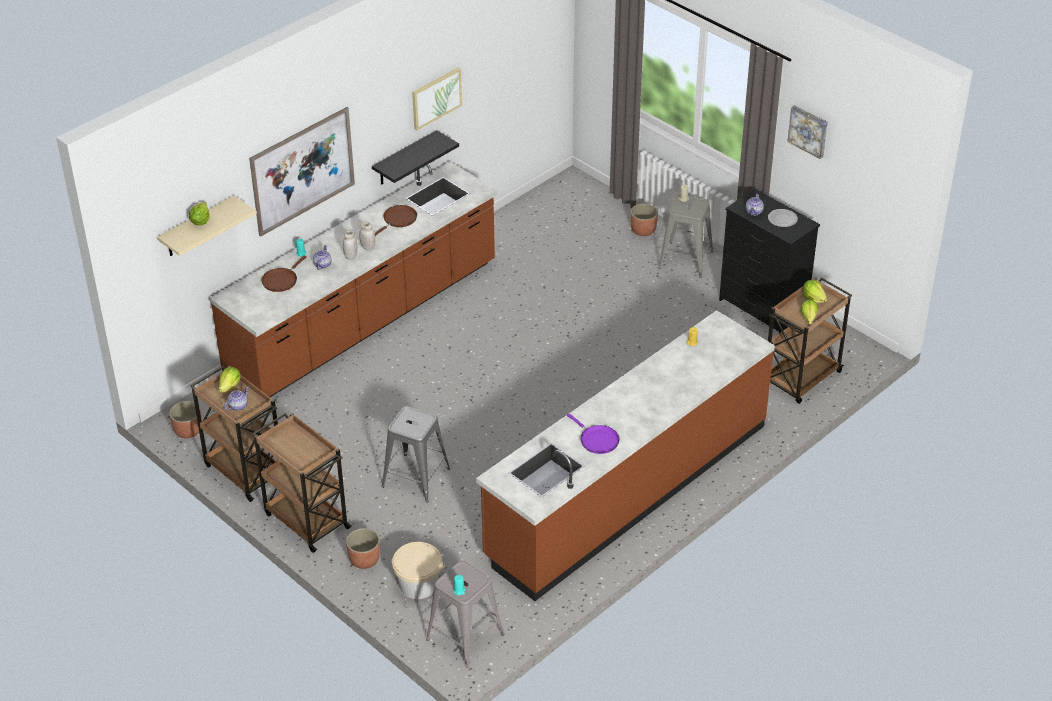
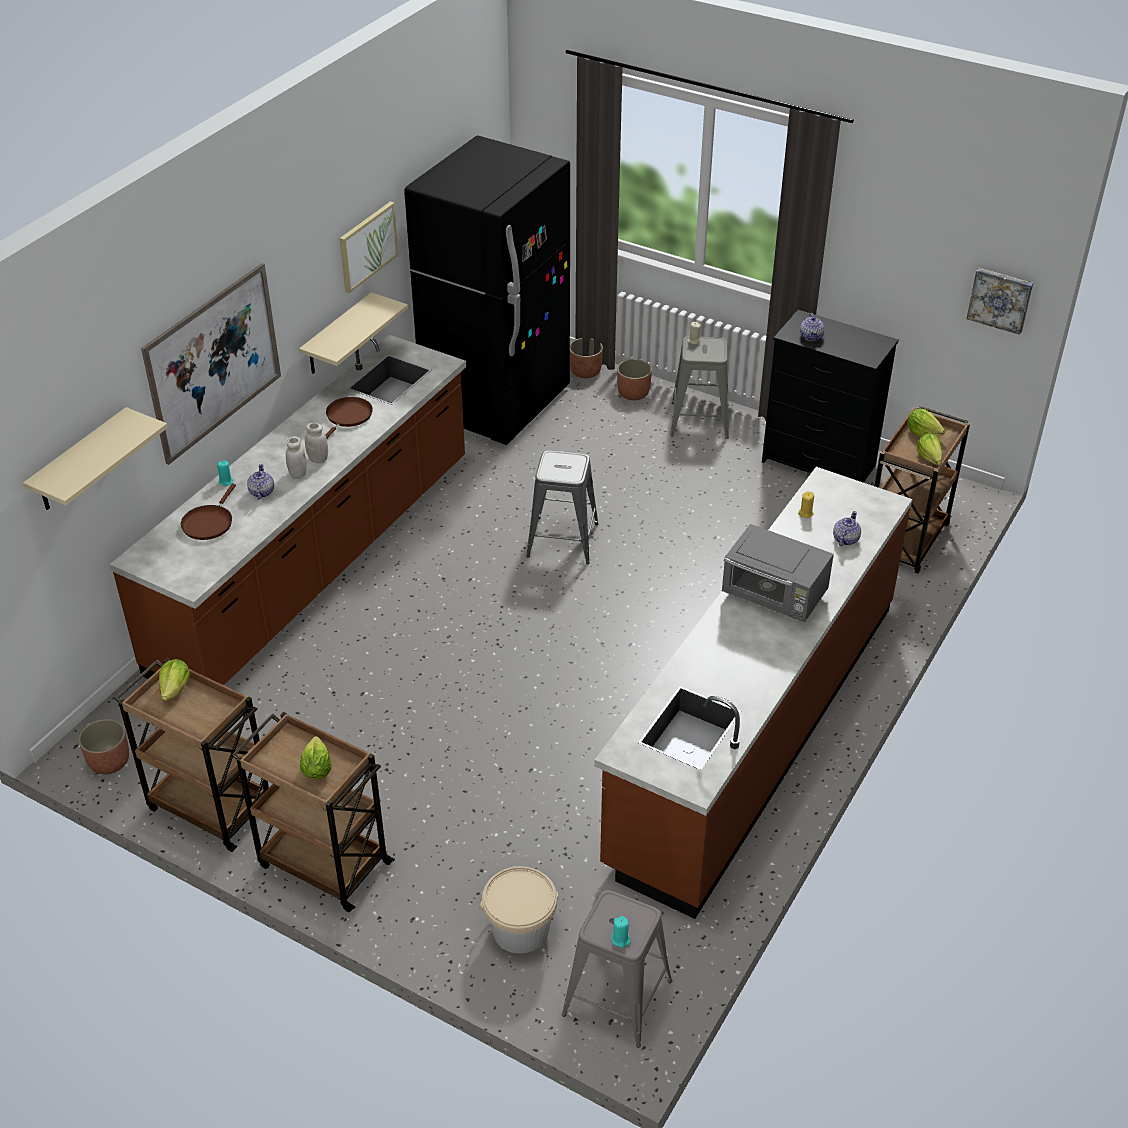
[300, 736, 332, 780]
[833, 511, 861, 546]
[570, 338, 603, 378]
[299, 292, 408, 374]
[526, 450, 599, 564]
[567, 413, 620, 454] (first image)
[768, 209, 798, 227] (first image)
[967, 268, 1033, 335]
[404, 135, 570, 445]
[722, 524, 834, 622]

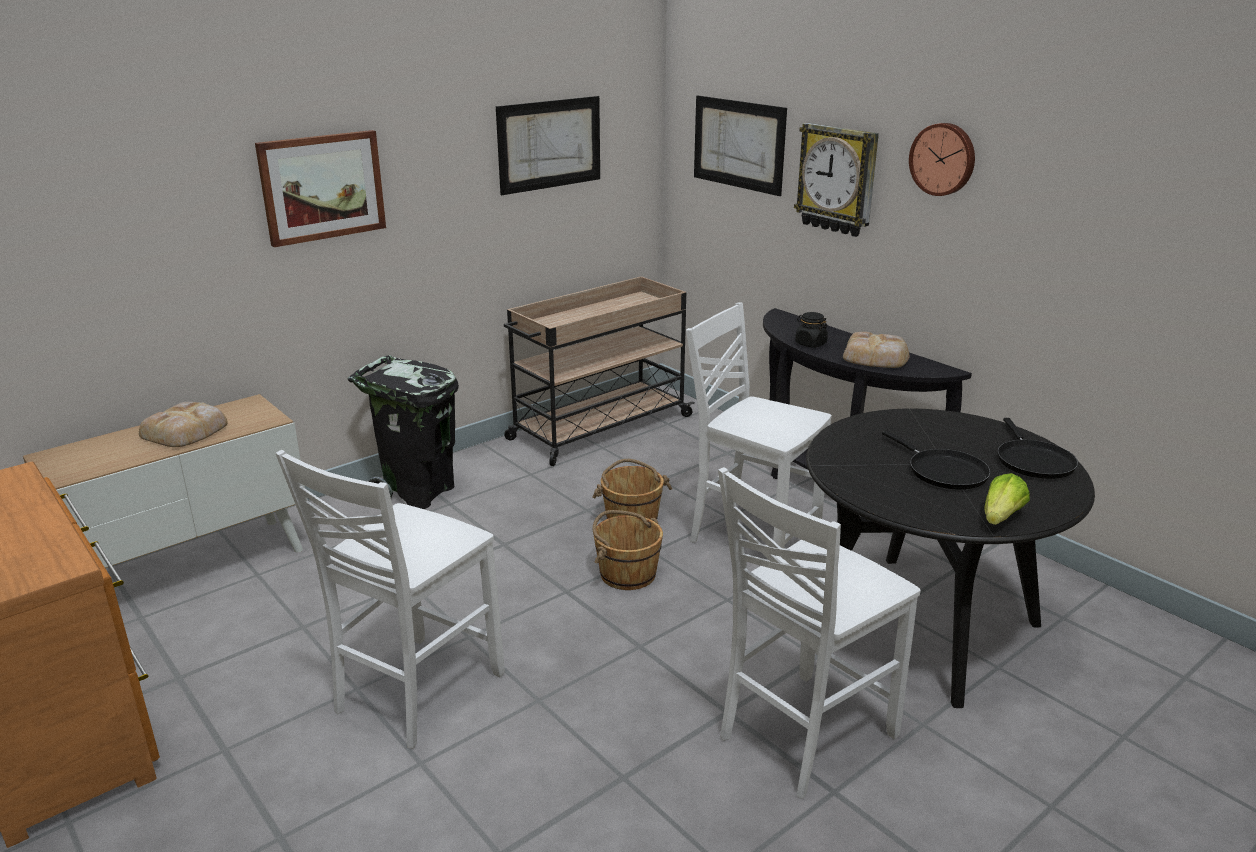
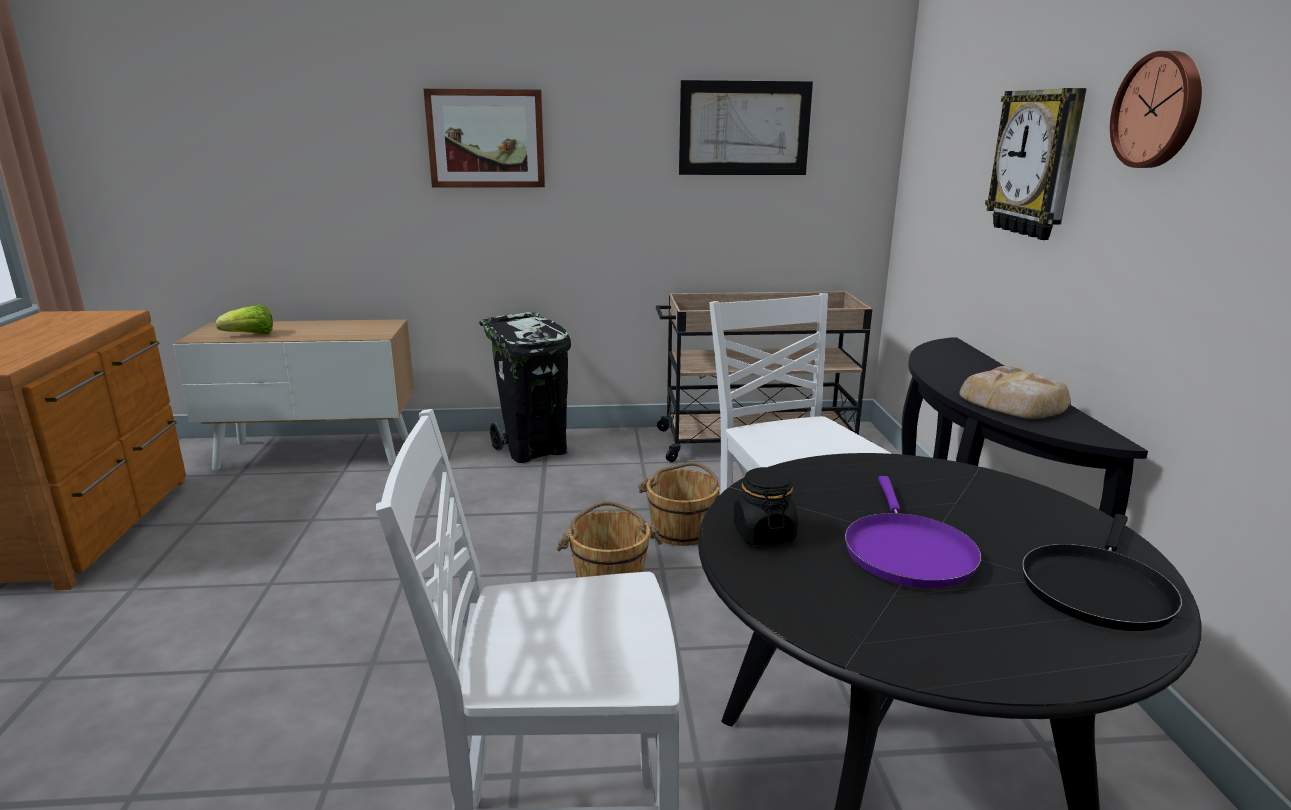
[139, 402, 228, 447] (first image)
[275, 450, 505, 749] (first image)
[694, 95, 787, 196] (first image)
[733, 467, 798, 545]
[845, 476, 981, 588]
[216, 305, 273, 334]

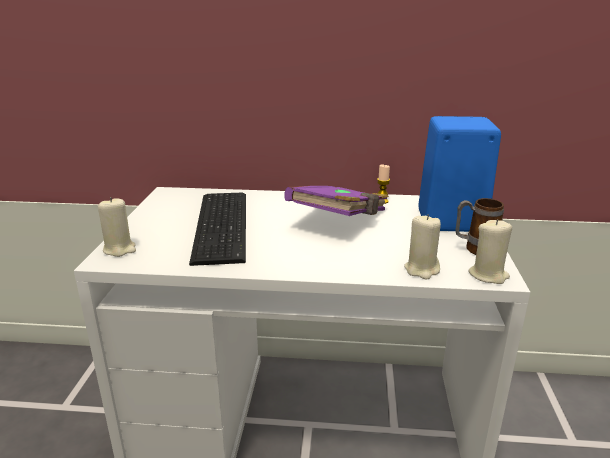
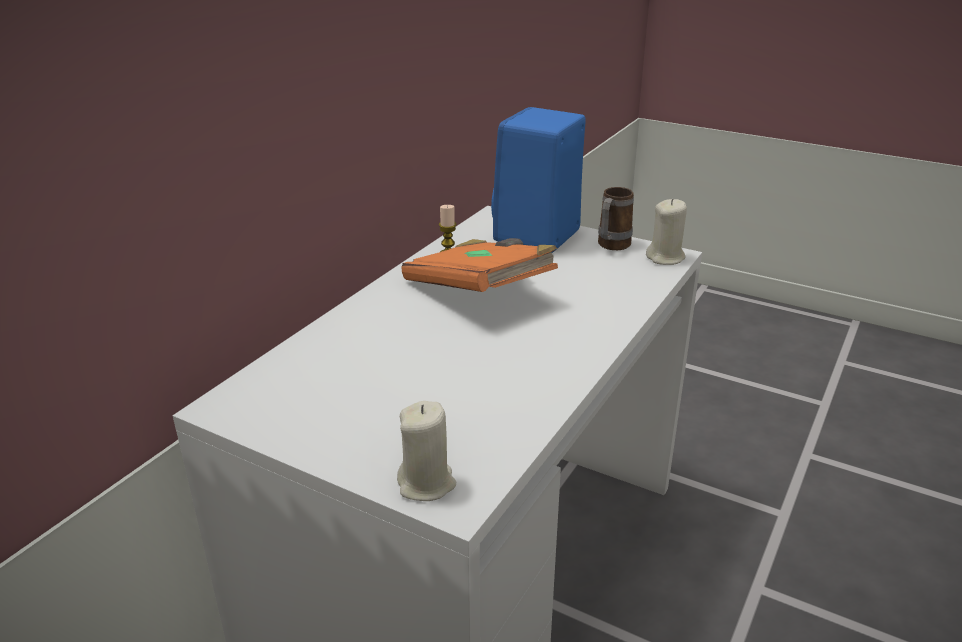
[189, 192, 246, 266] (first image)
[401, 238, 558, 292]
[404, 214, 441, 280] (first image)

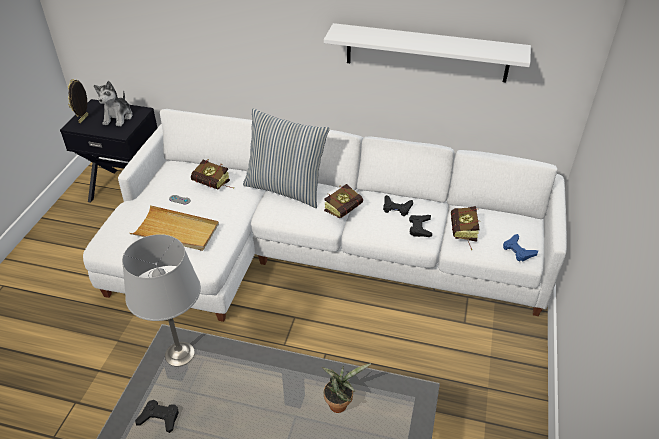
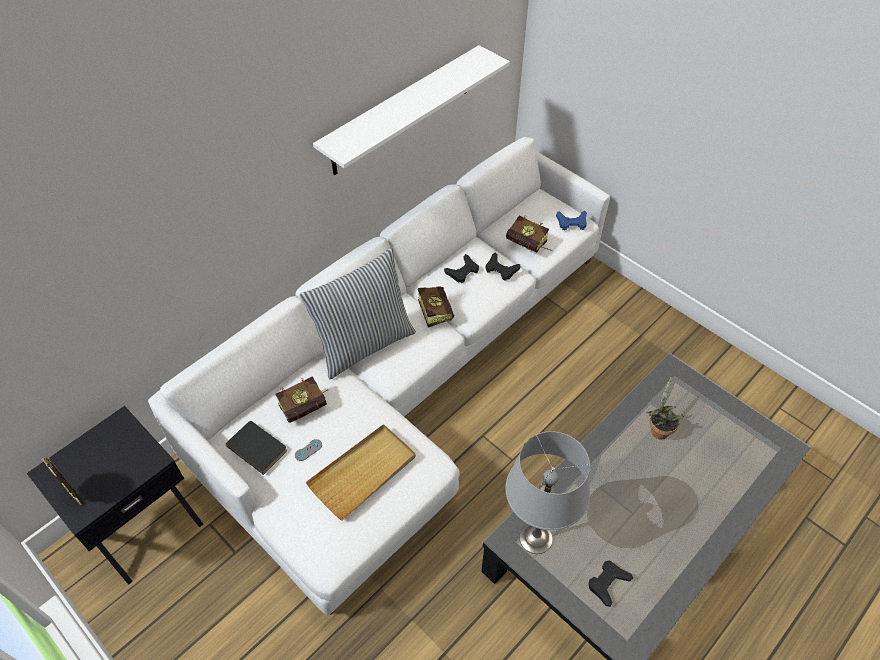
[94, 81, 133, 127] (first image)
[226, 421, 287, 475]

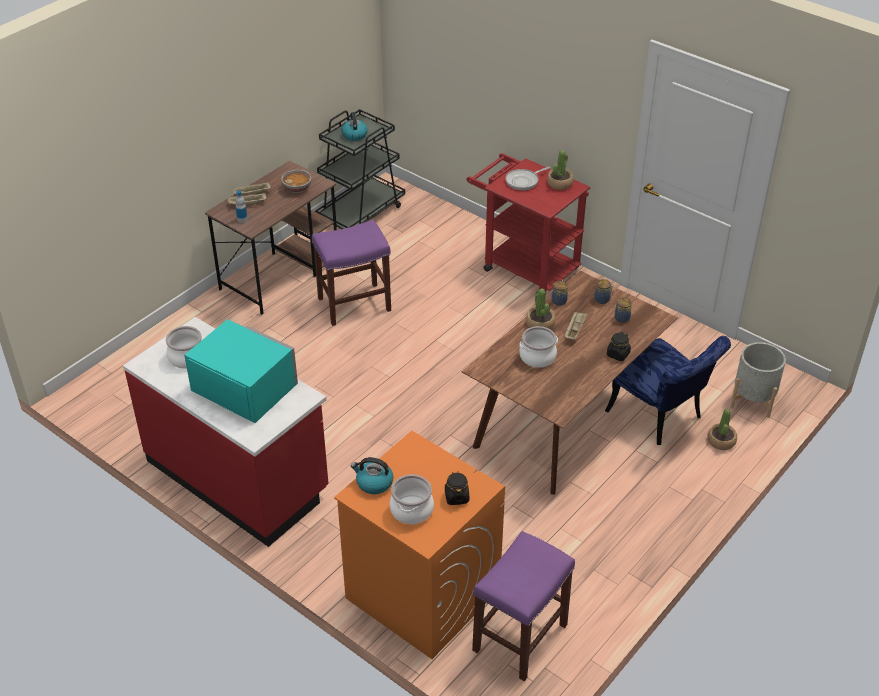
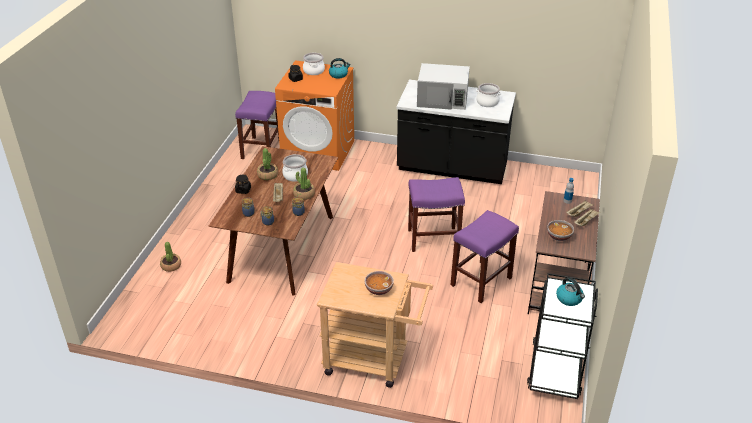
[396, 80, 516, 184]
[417, 63, 470, 110]
[317, 262, 433, 388]
[365, 271, 394, 295]
[257, 148, 278, 180]
[605, 336, 731, 445] (first image)
[730, 342, 786, 418] (first image)
[408, 177, 465, 252]

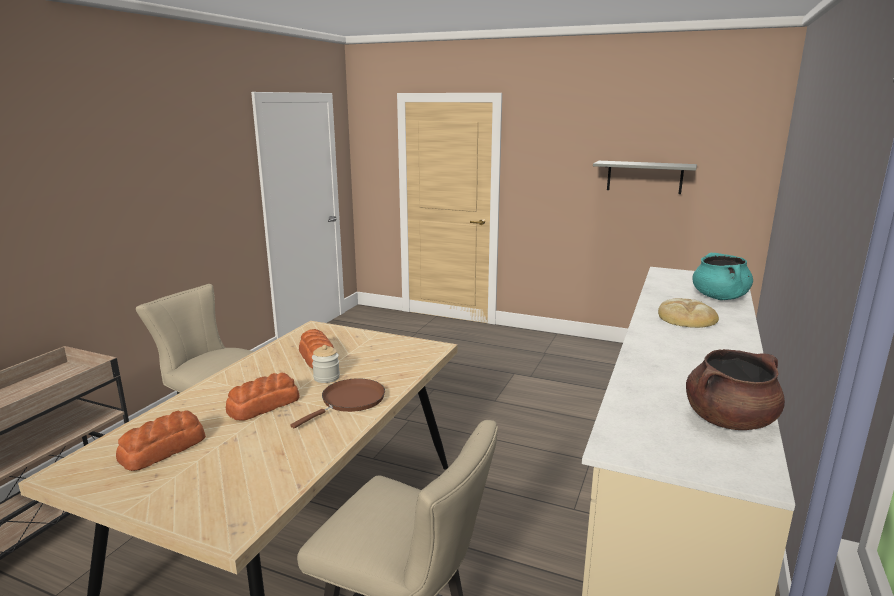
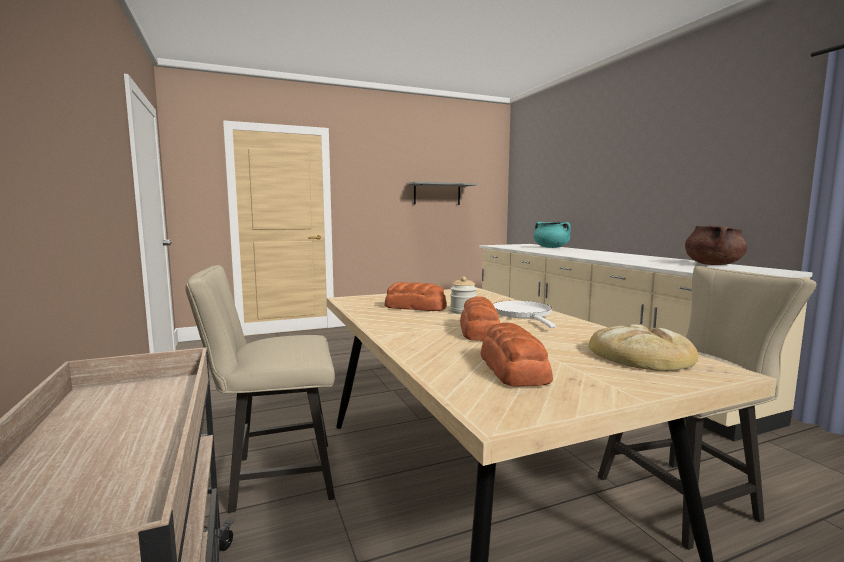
[493, 301, 556, 328]
[588, 325, 698, 371]

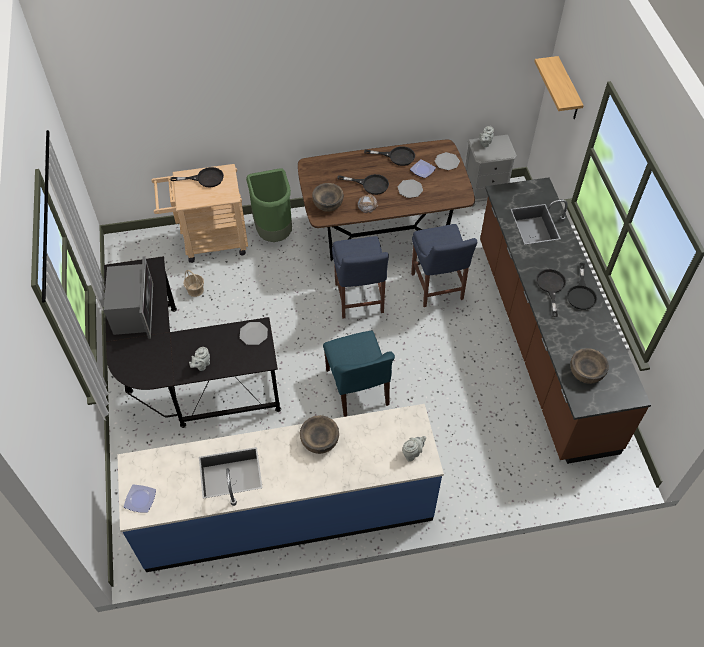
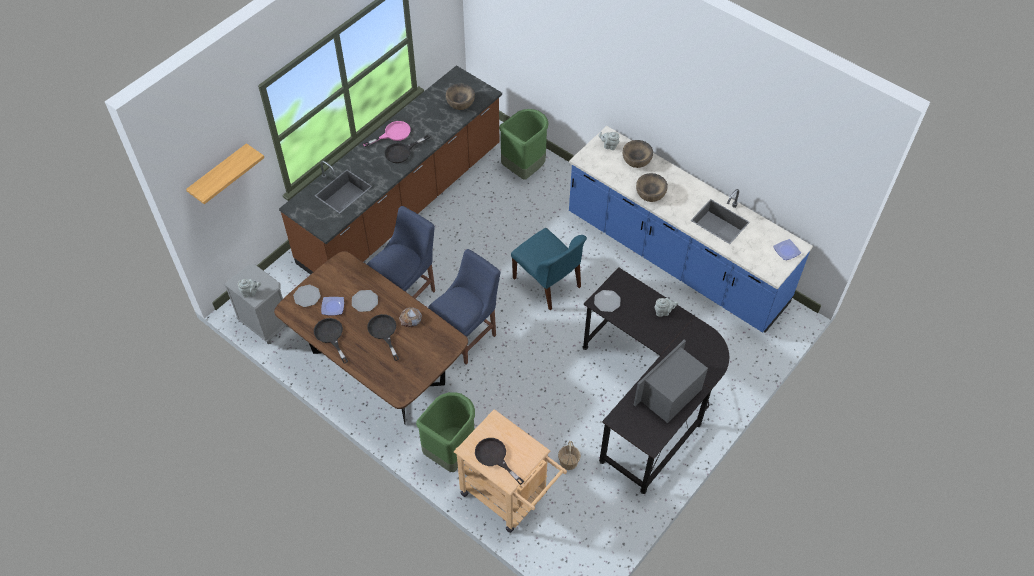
[623, 140, 653, 168]
[511, 228, 587, 310]
[363, 121, 411, 147]
[499, 109, 549, 180]

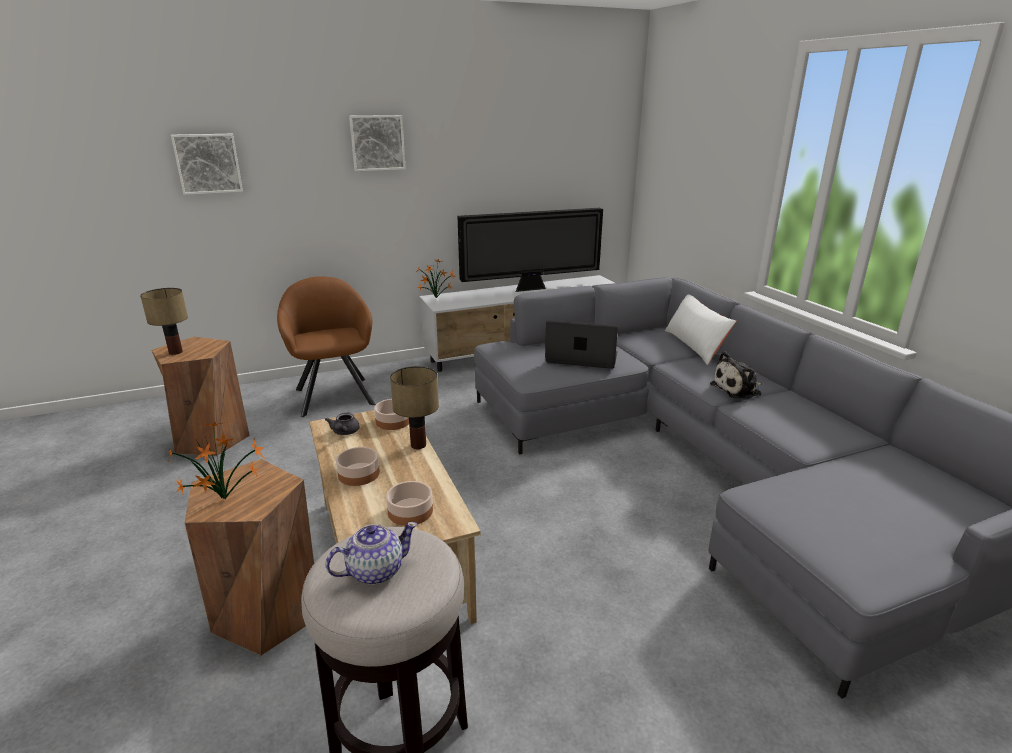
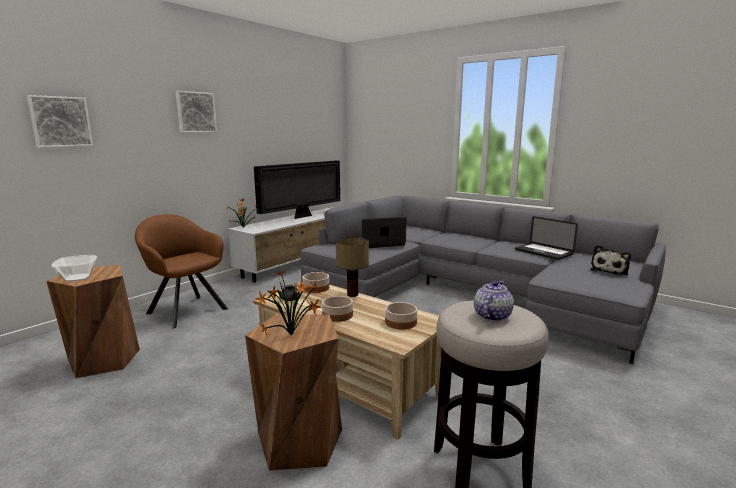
[52, 255, 97, 282]
[665, 295, 736, 365] (first image)
[591, 245, 631, 276]
[515, 216, 578, 260]

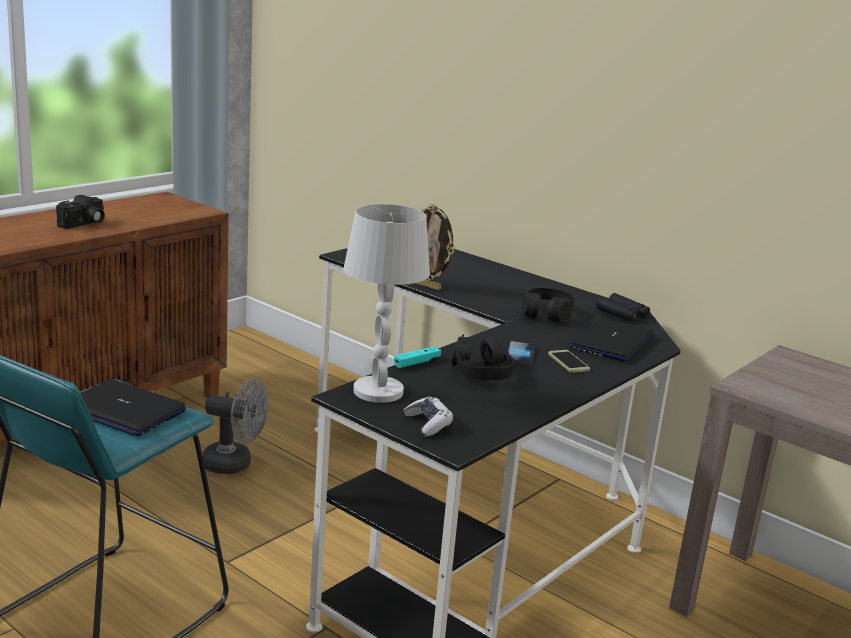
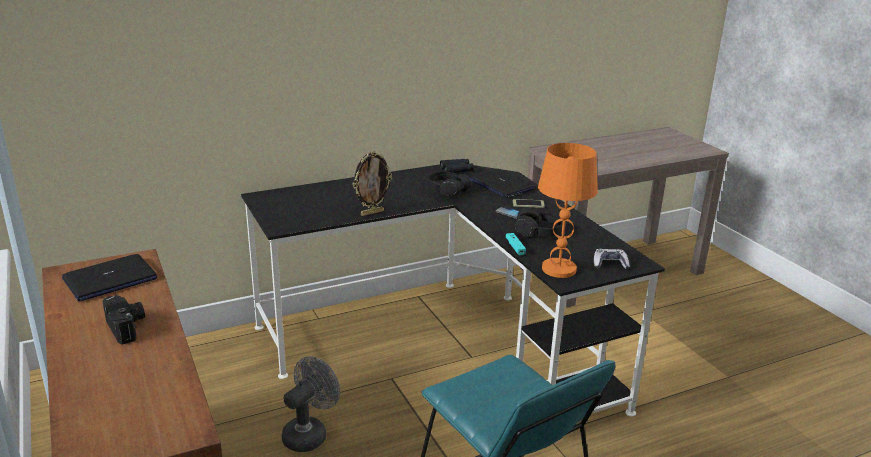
[62, 254, 157, 301]
[538, 143, 598, 278]

